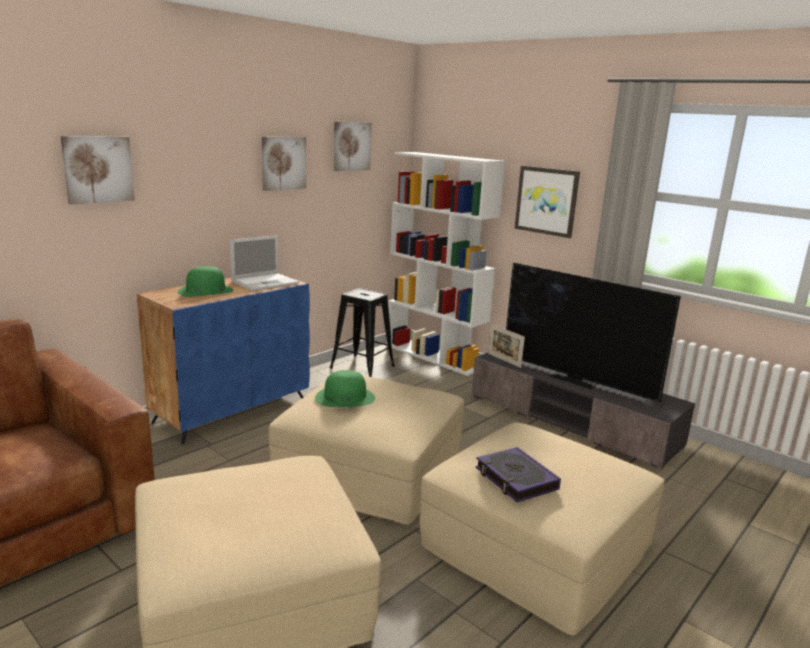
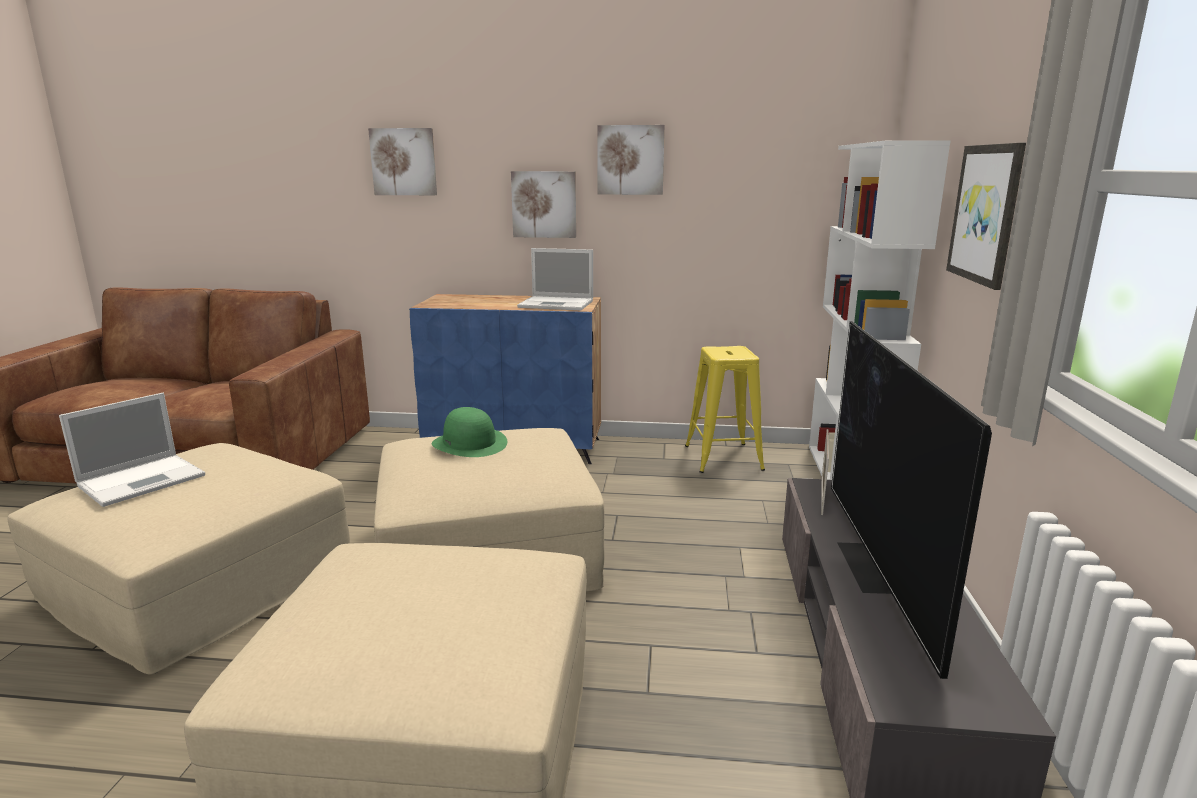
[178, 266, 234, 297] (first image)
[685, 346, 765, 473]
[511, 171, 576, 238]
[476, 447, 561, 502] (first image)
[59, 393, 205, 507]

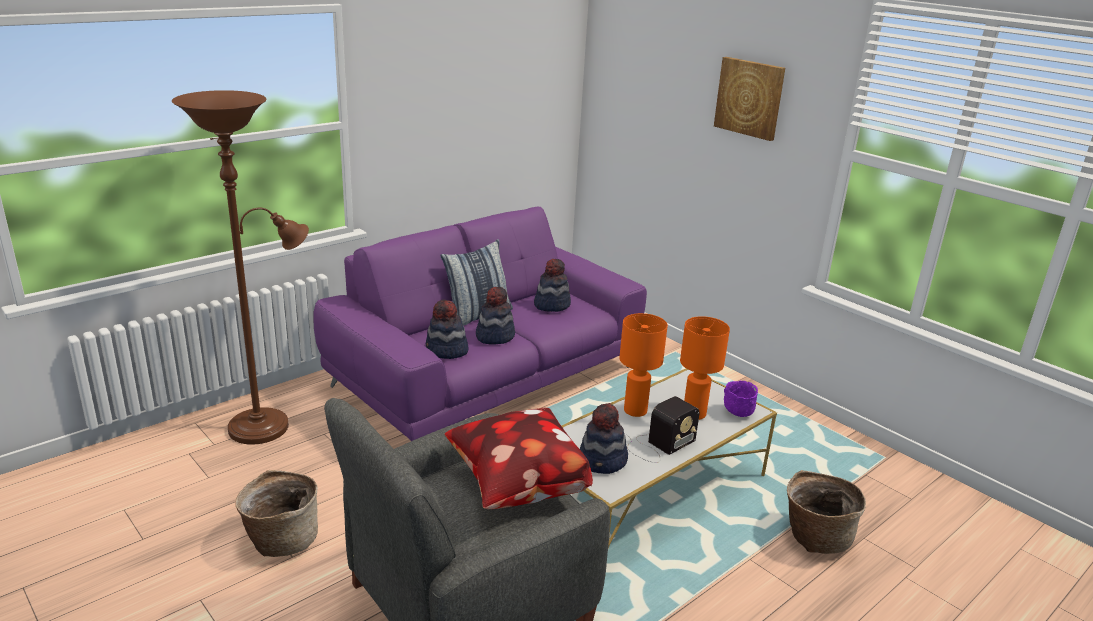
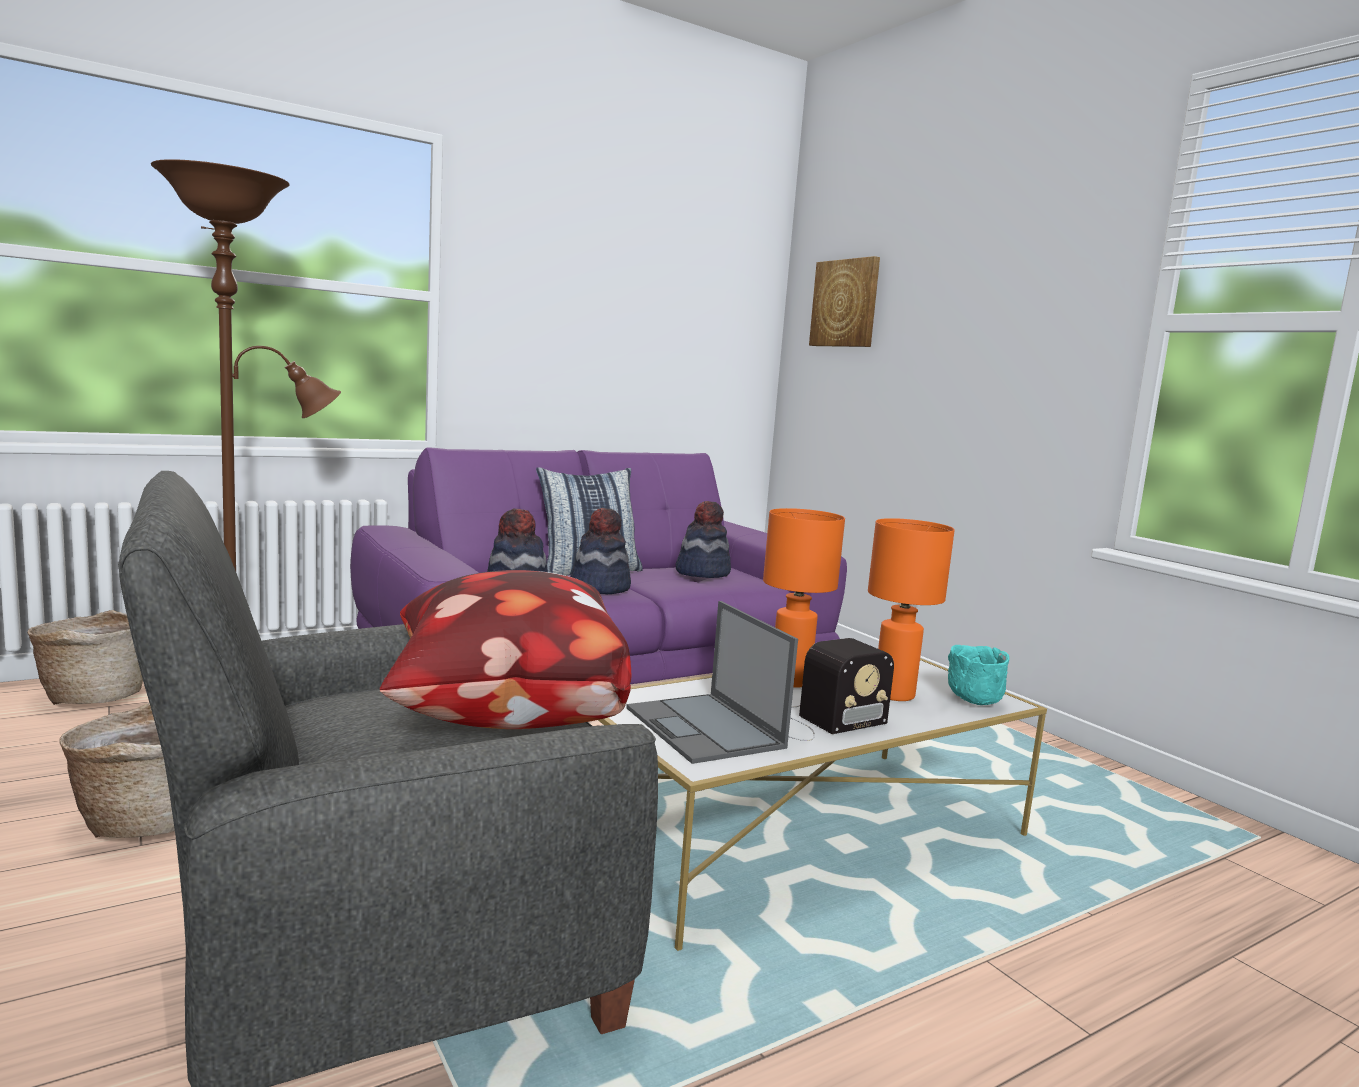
[626, 601, 798, 764]
[809, 256, 880, 347]
[948, 645, 1010, 705]
[27, 610, 143, 705]

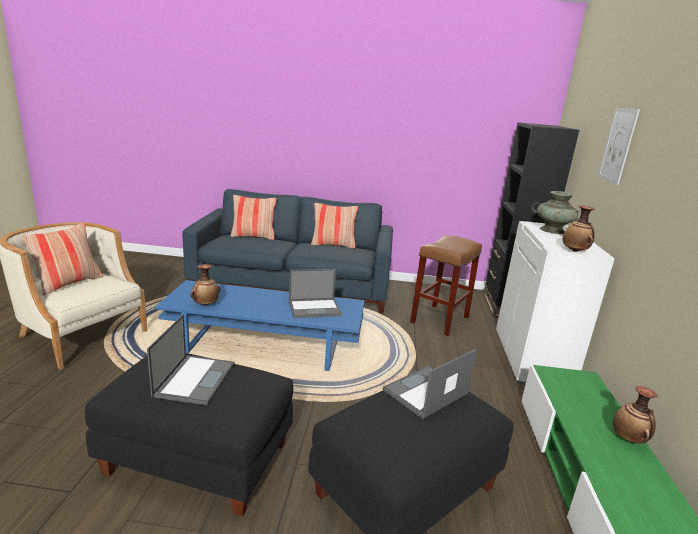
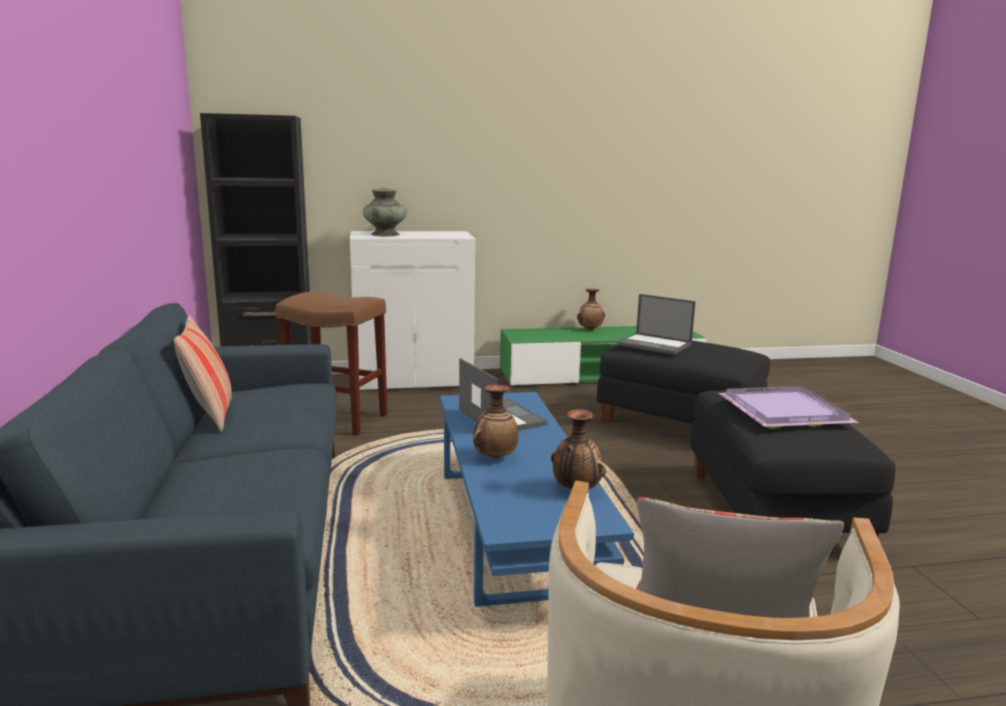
[719, 386, 859, 429]
[230, 195, 277, 240] (first image)
[473, 384, 519, 458]
[598, 108, 640, 185] (first image)

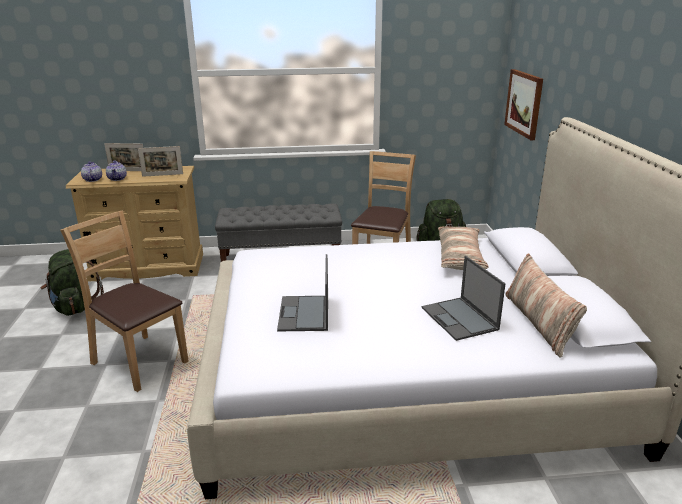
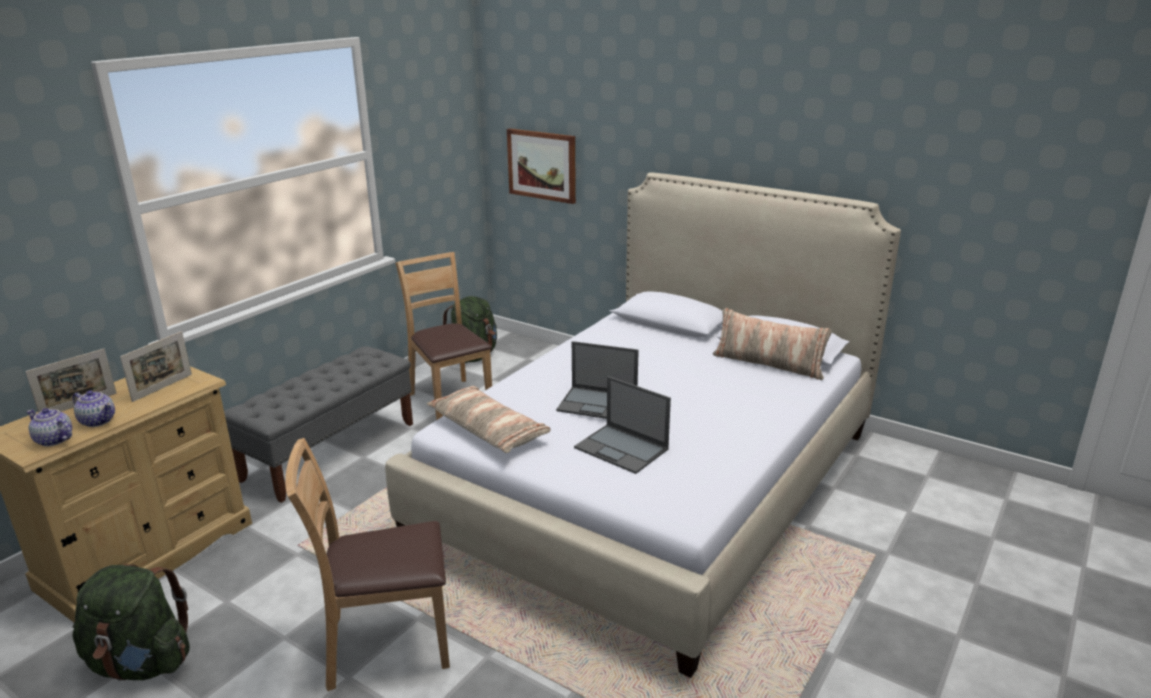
[556, 341, 639, 419]
[427, 386, 551, 453]

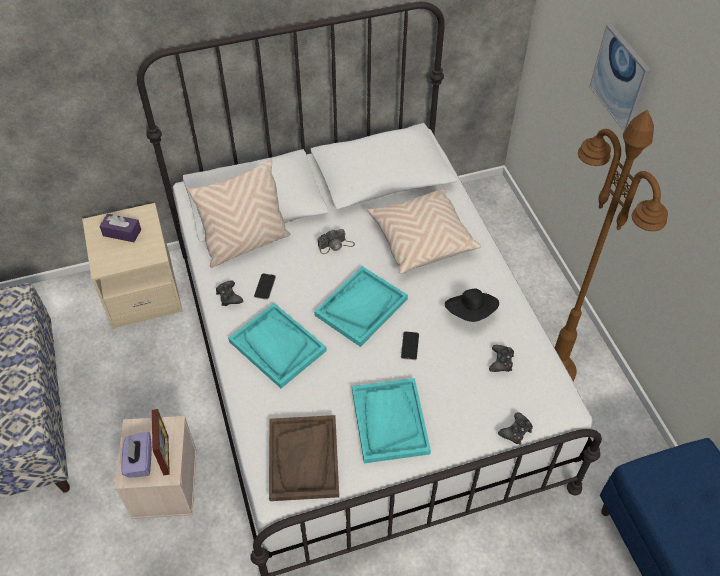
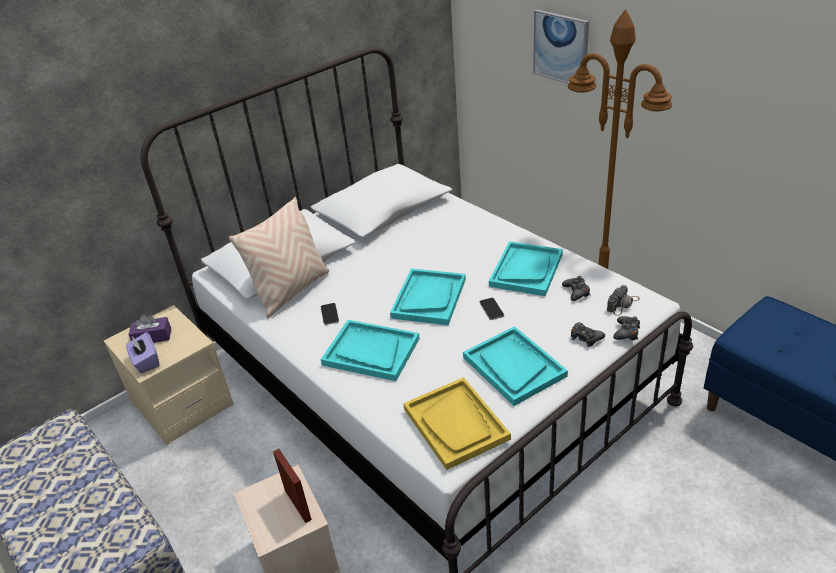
[126, 332, 159, 373]
[571, 322, 605, 347]
[403, 377, 511, 470]
[607, 285, 640, 316]
[367, 188, 481, 274] (first image)
[489, 241, 563, 296]

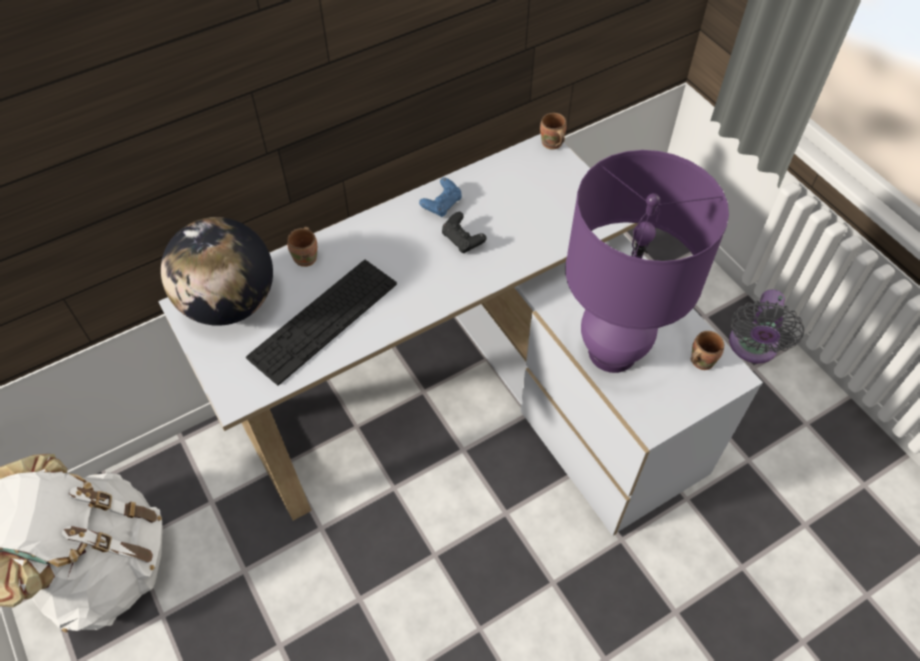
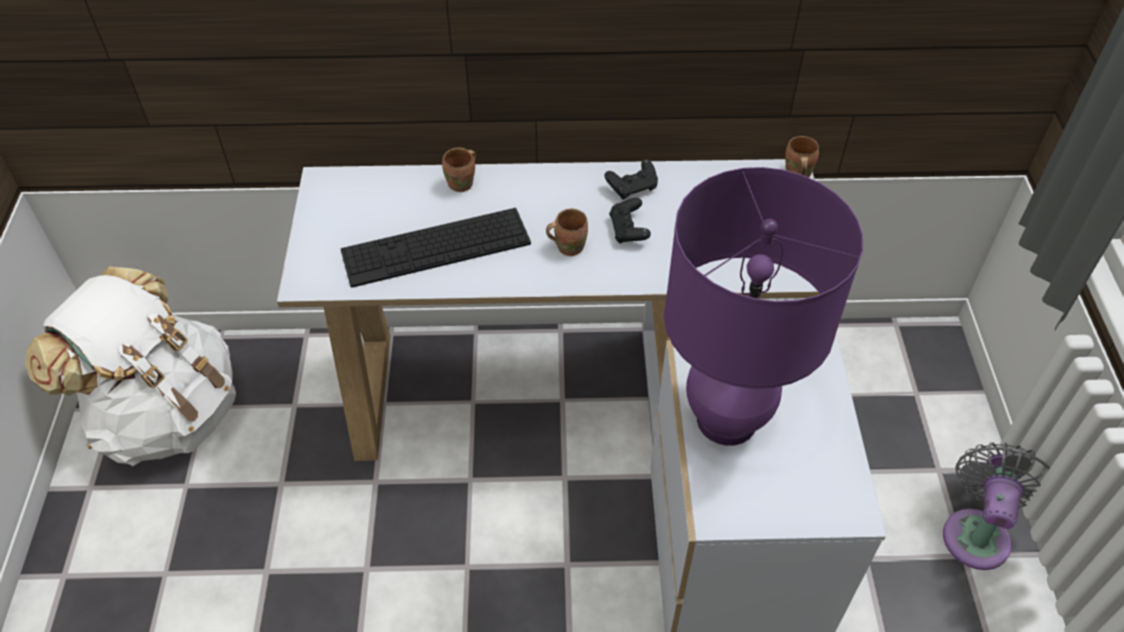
[161, 217, 273, 326] (first image)
[605, 159, 658, 200]
[546, 208, 588, 256]
[943, 442, 1050, 570]

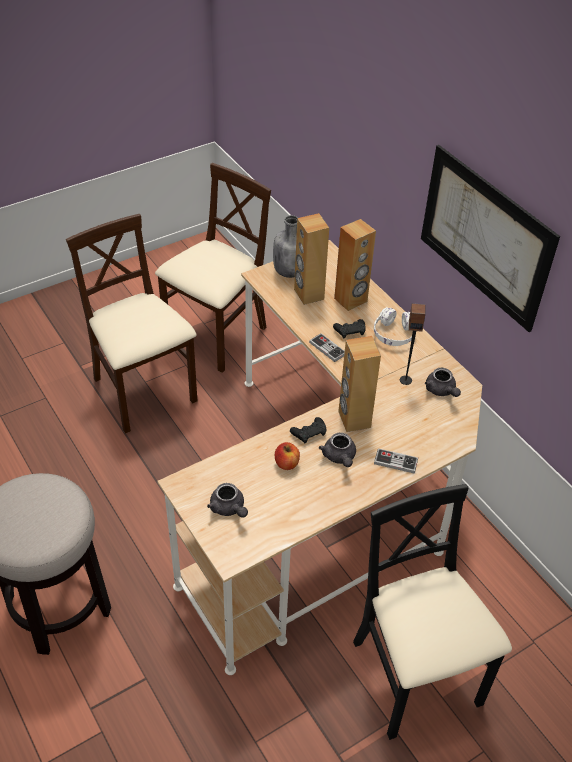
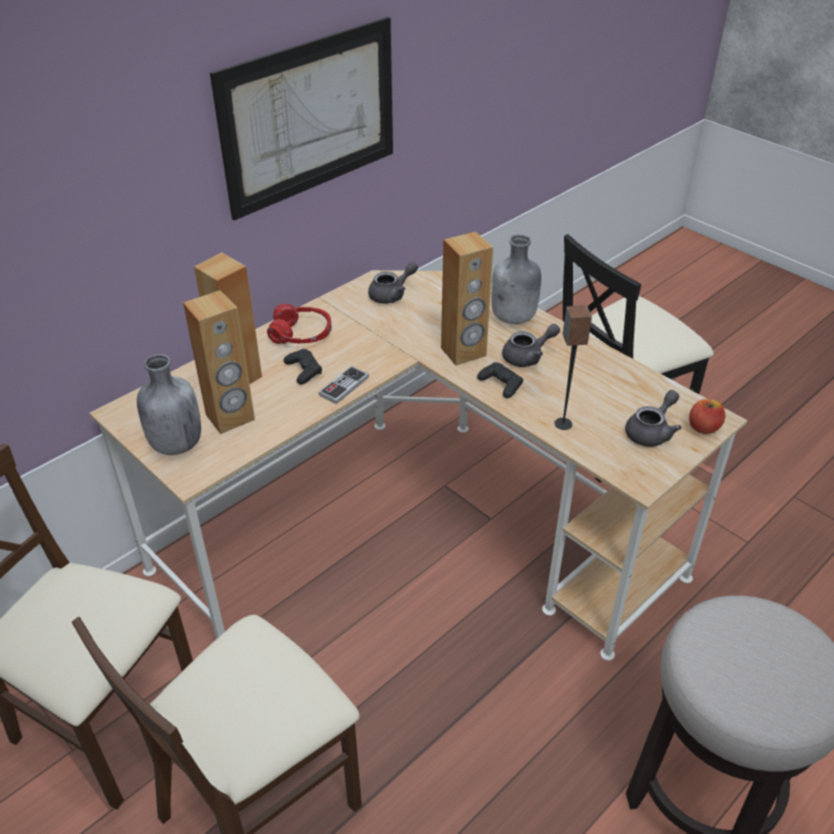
[689, 399, 726, 434]
[267, 304, 332, 344]
[491, 234, 541, 324]
[554, 305, 592, 430]

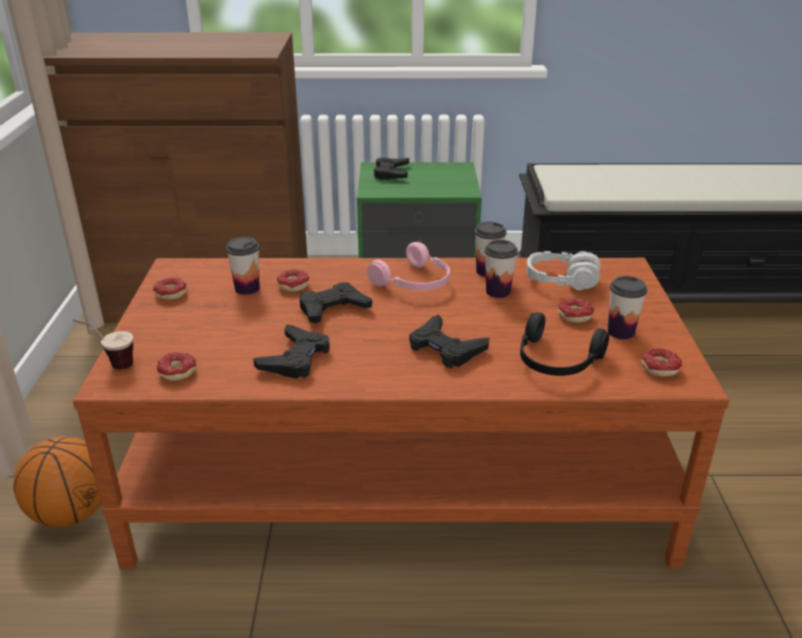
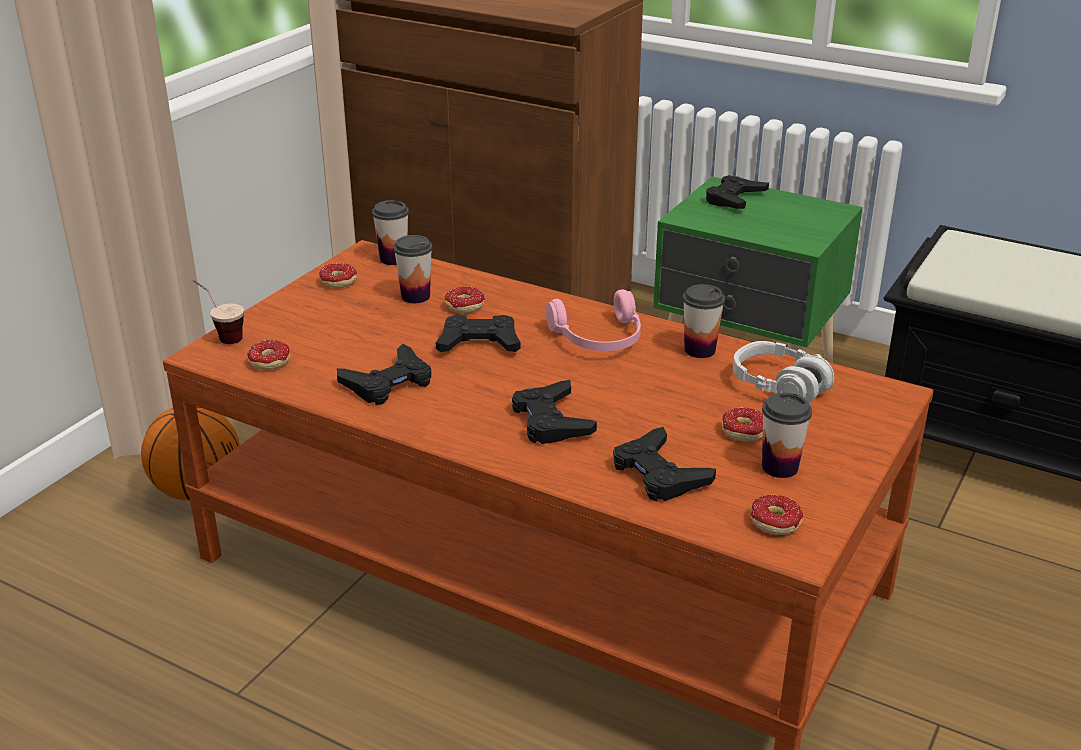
[372, 200, 409, 265]
[613, 427, 716, 501]

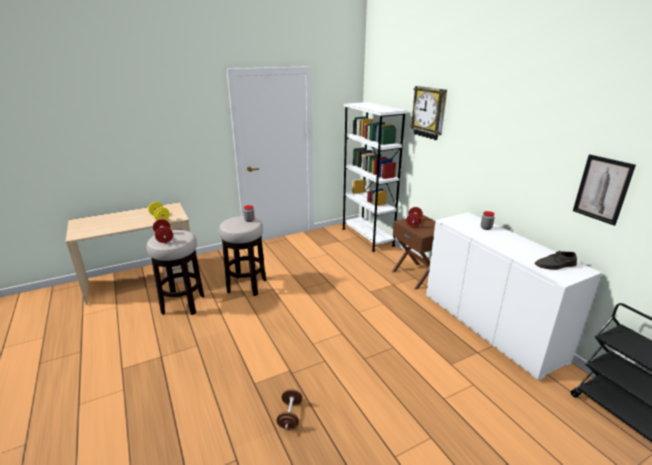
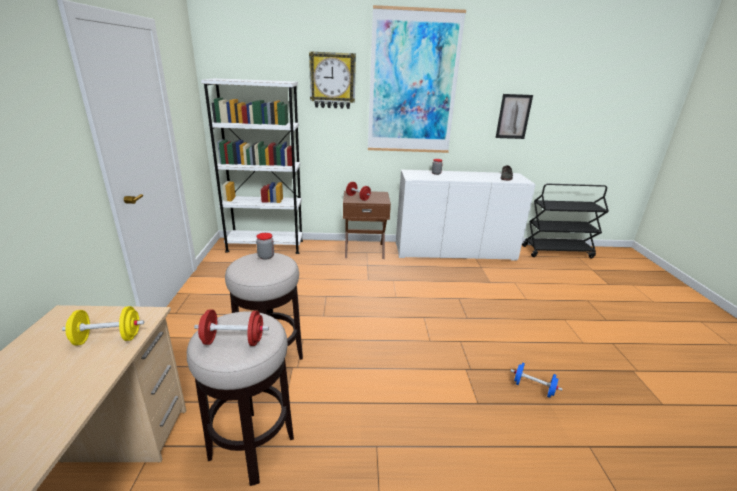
[511, 362, 563, 398]
[368, 5, 466, 153]

